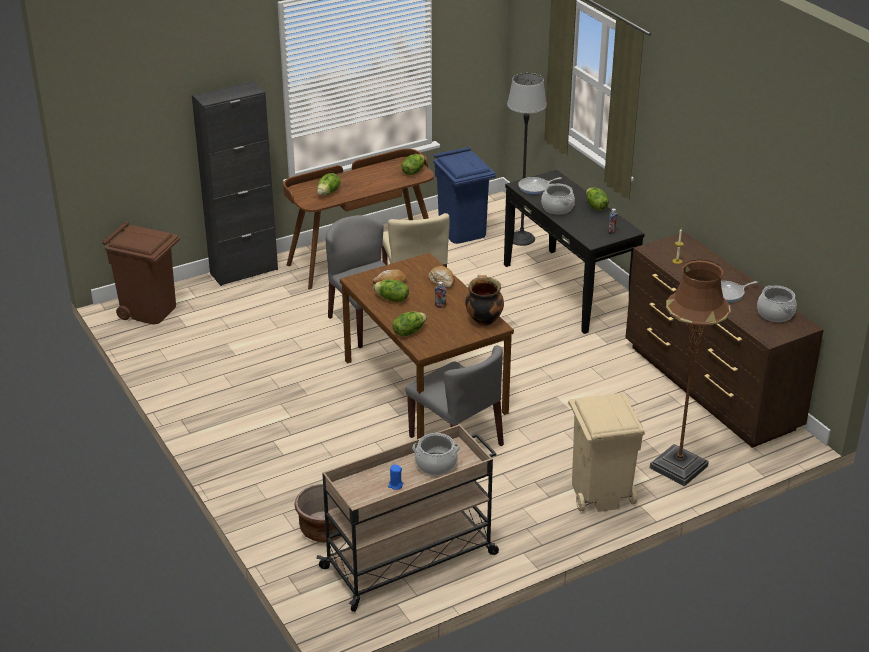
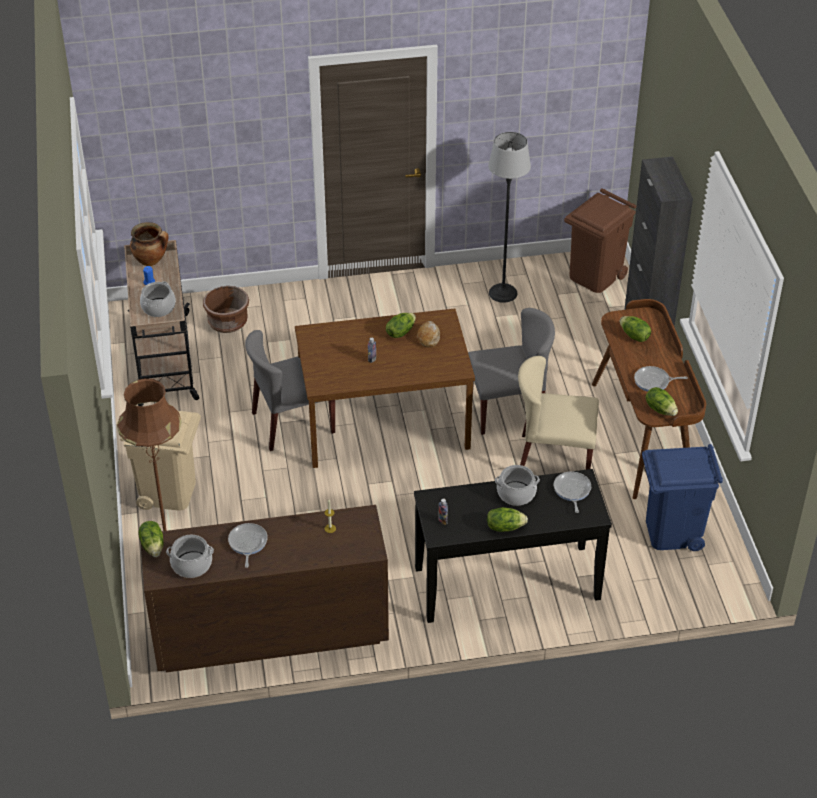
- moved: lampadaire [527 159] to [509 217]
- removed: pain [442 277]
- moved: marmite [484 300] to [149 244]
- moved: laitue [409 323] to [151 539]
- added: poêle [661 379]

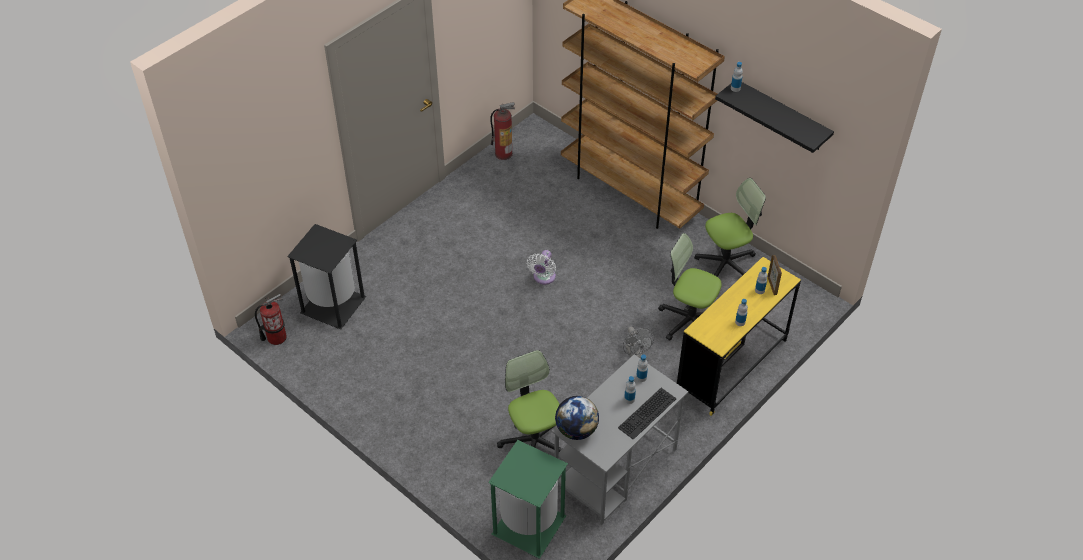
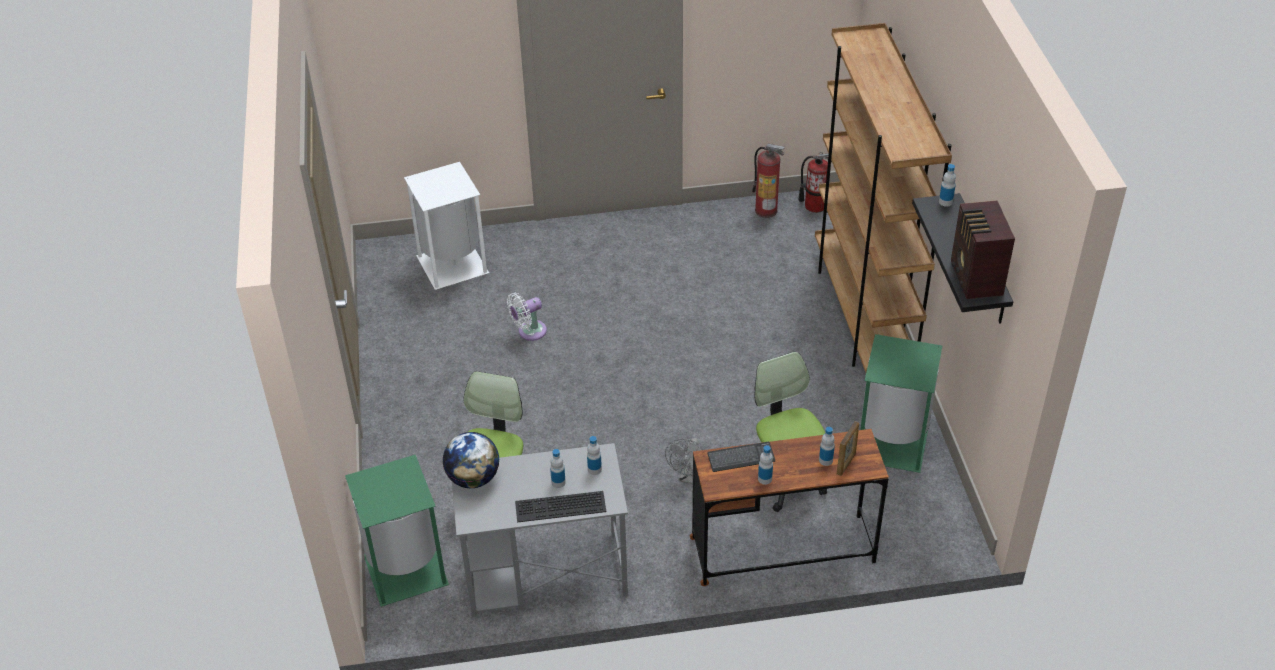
- replaced: chaise de bureau [730 227] to poubelle [vert] [901 403]
- recoloured: poubelle [noir] [326 277] to poubelle [blanc] [446 226]
- moved: ventilateur [blanc] [541 267] to [527 317]
- recoloured: bureau [jaune] [739 336] to bureau [marron] [789 507]
- moved: extincteur [271 319] to [813 182]
- added: radio [983 250]
- added: clavier [741 457]

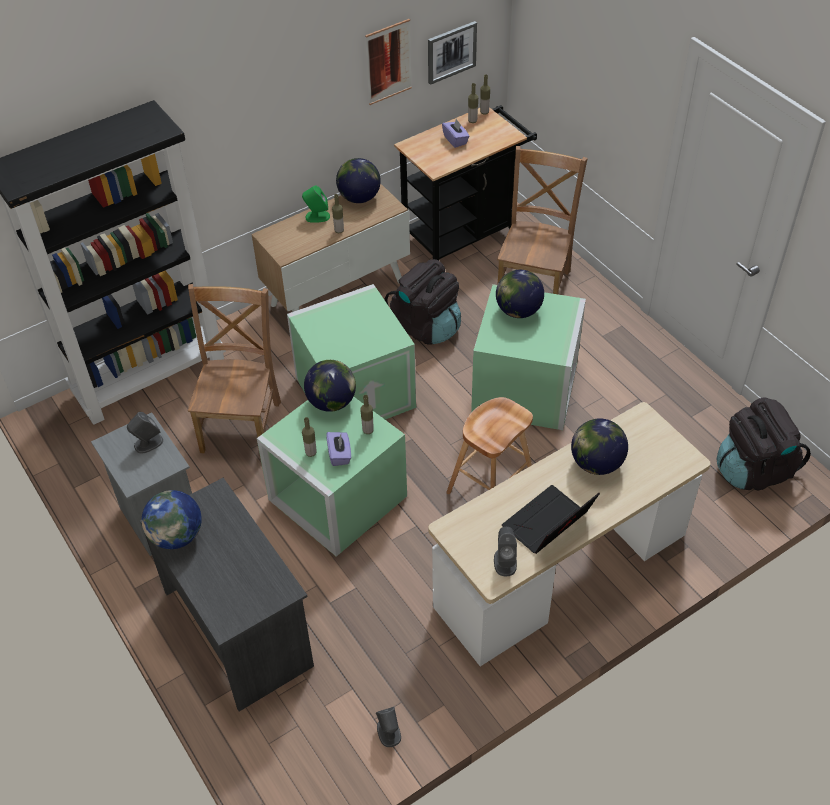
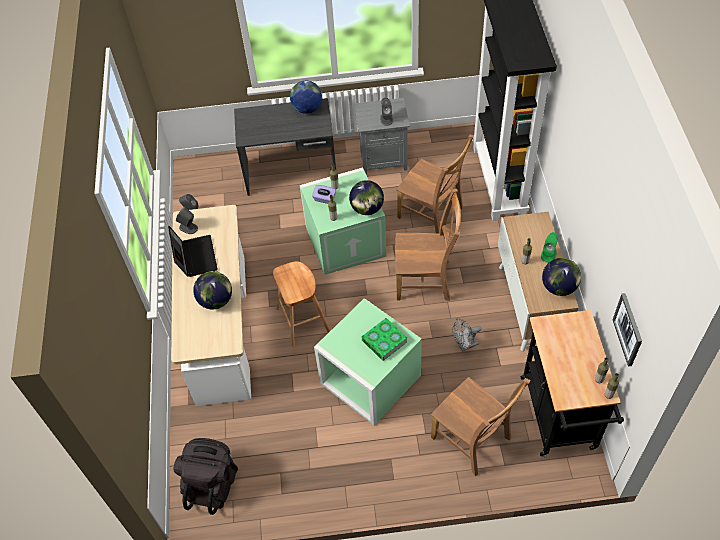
- removed: tableau [388 62]
- removed: boîte à mouchoirs [violet] [456 133]
- replaced: sac à dos [noir] [422 302] to ventilateur [gris] [467 335]
- replaced: globe [520 294] to livre [384 339]
- replaced: boîte de rangement [vert] [351 352] to chaise [marron] [428 245]

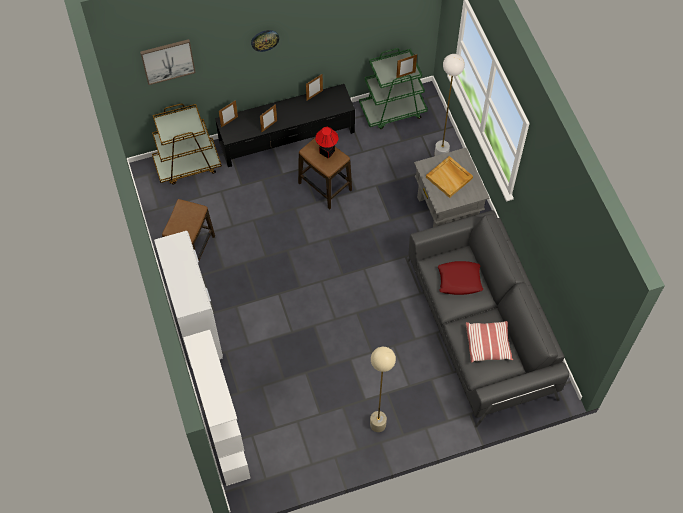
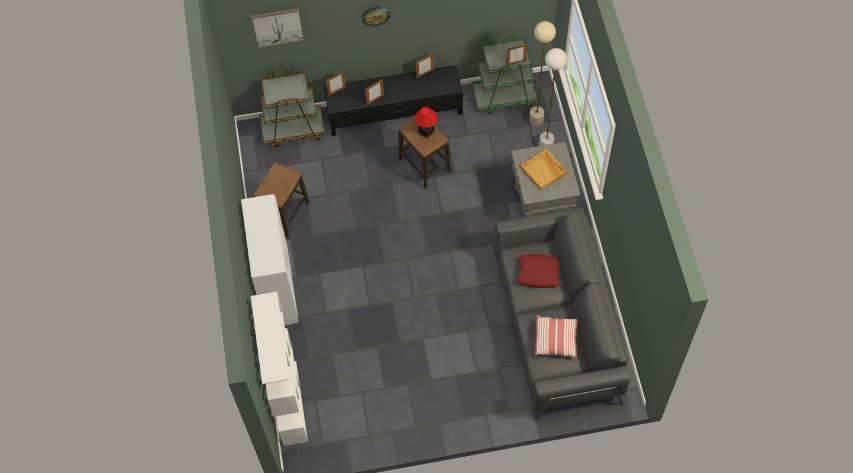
- moved: lampadaire [beige] [383 389] to [542 73]

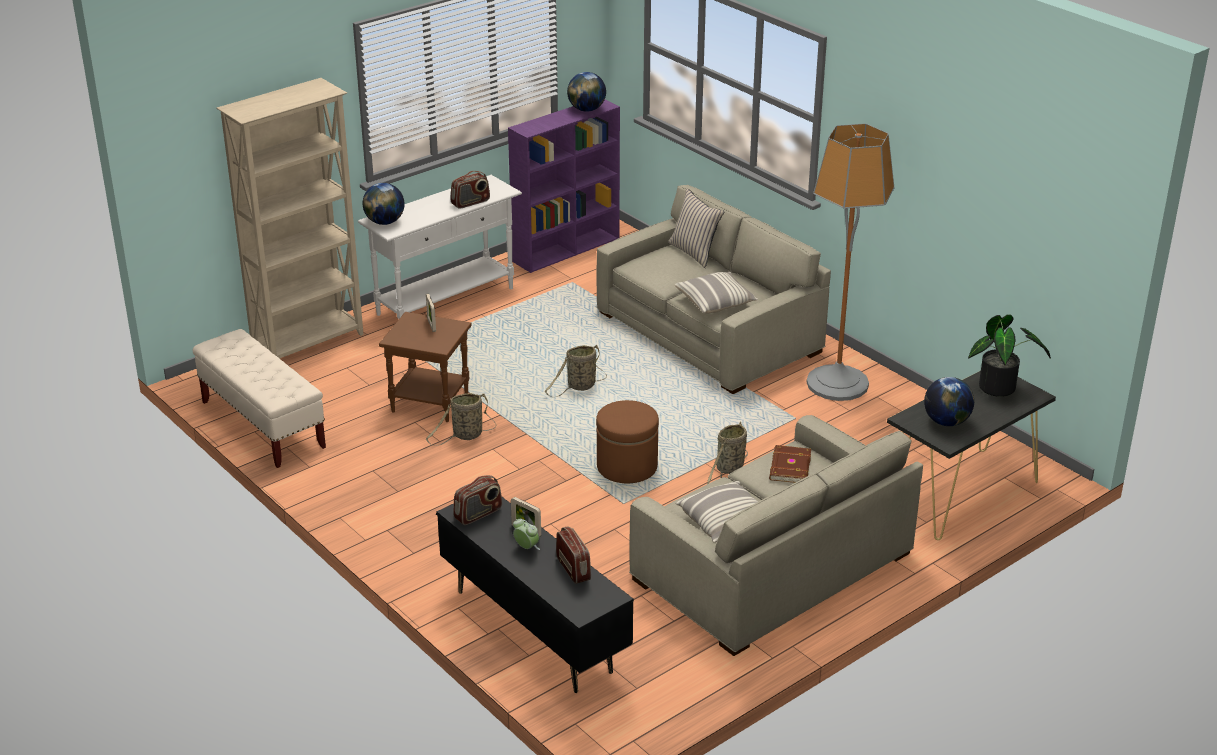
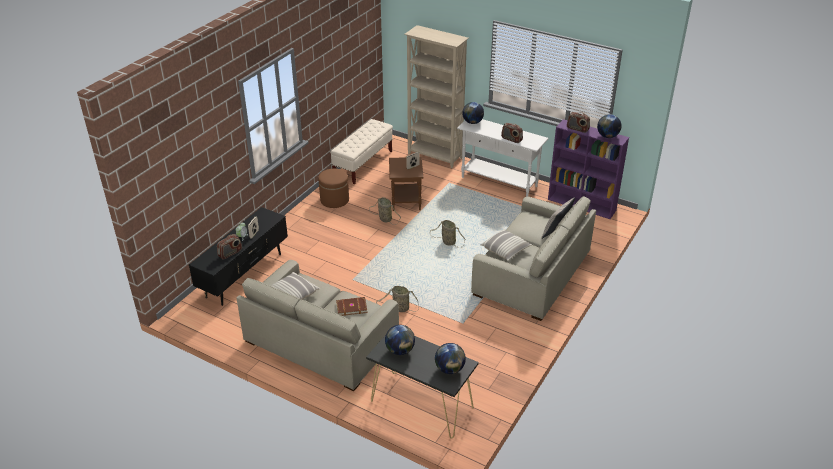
- removed: lampadaire [850 262]
- replaced: plante en pot [1009 355] to globe [450 358]
- moved: pouf [marron] [627 441] to [333 188]
- moved: radio [477 500] to [578 122]

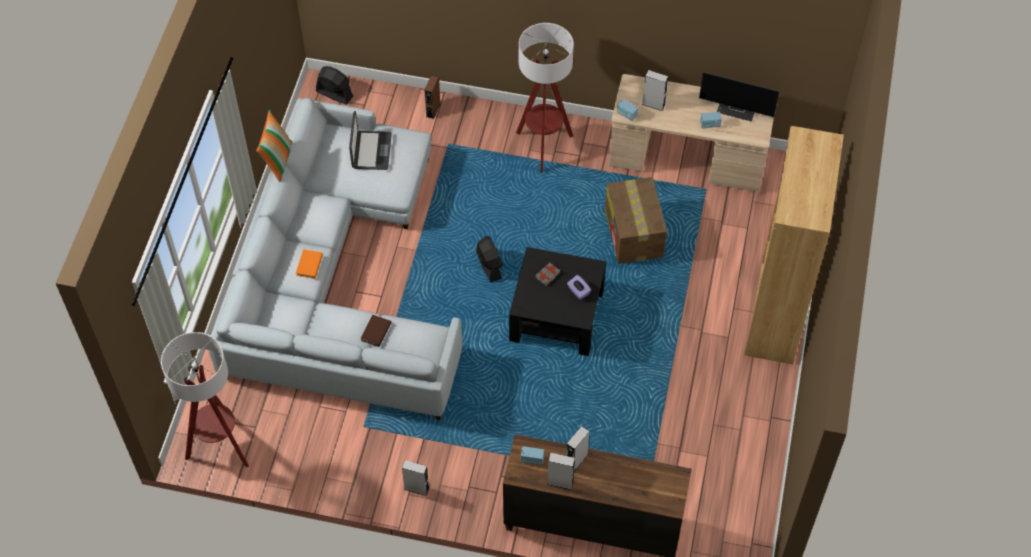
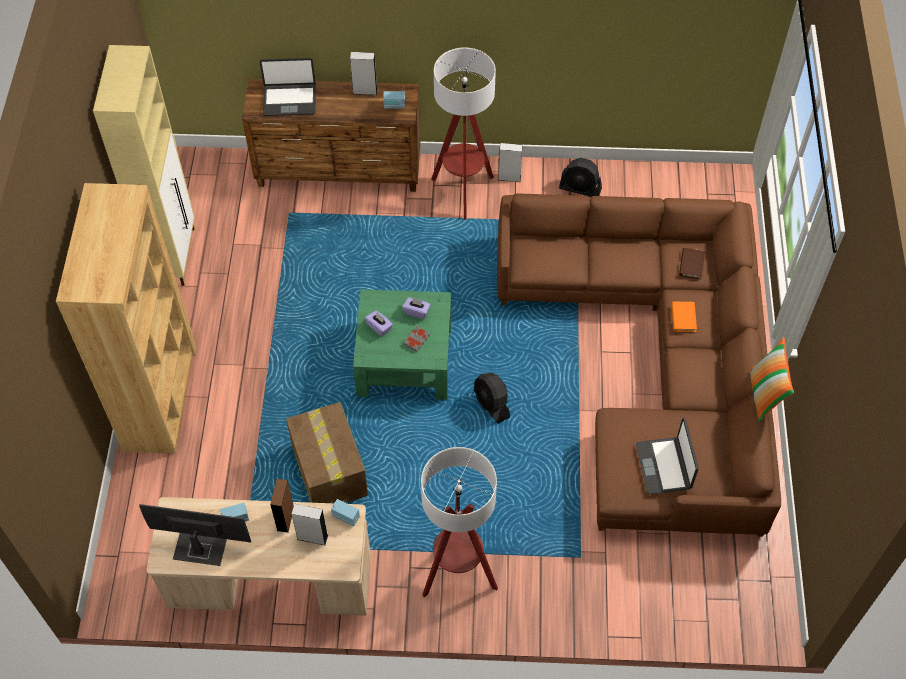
- moved: ventilateur [noir] [334 85] to [580 177]
- moved: enceinte [marron] [432 97] to [282 506]
- recoloured: canapé [gris] [335 259] to canapé [marron] [639 365]
- recoloured: table basse [noir] [557 301] to table basse [vert] [402 344]
- moved: livre [marron] [376 331] to [692 263]
- moved: lampadaire [205 399] to [463 133]
- removed: enceinte [gris] [577 448]
- added: meuble de rangement [beige] [144 165]
- added: ordinateur portable [288 87]
- added: boîte à mouchoirs [violet] [416 308]

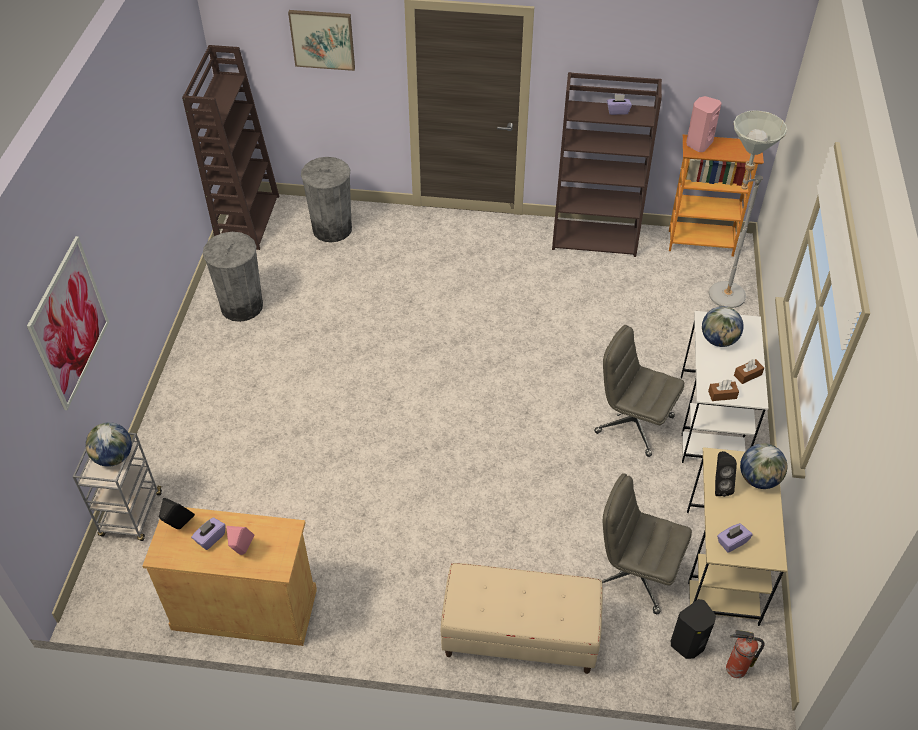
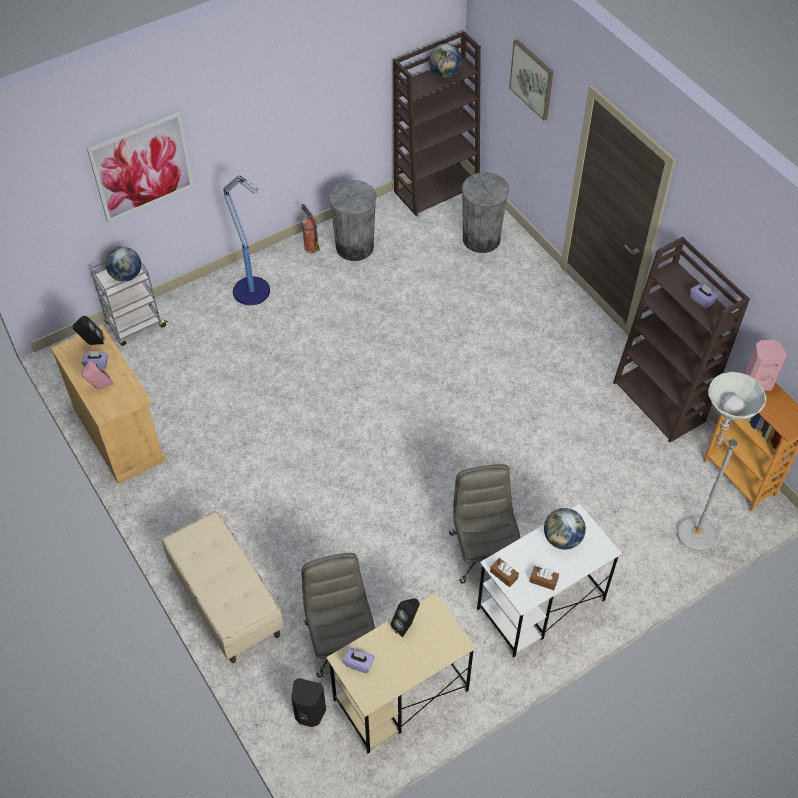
- moved: globe [763 466] to [445 60]
- moved: extincteur [745 654] to [310 228]
- added: lampadaire [247 240]

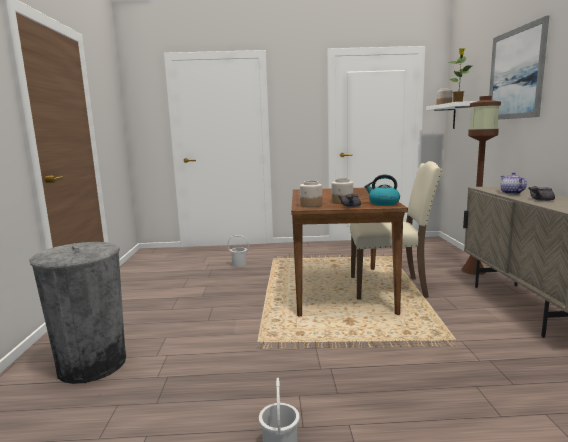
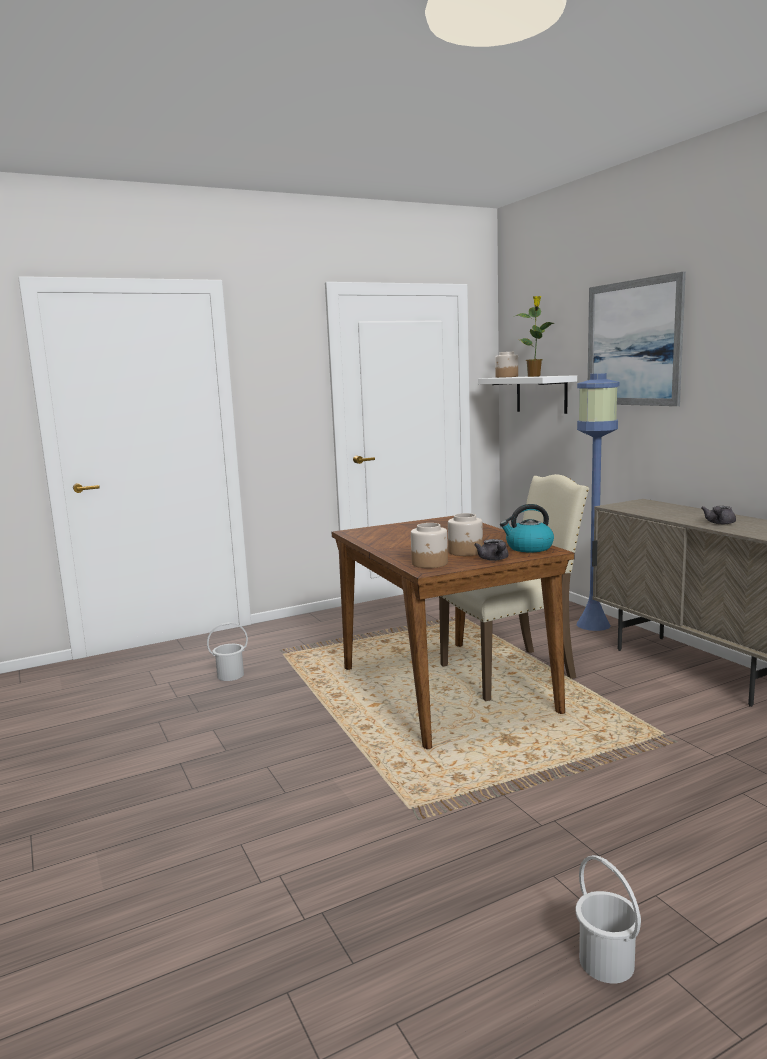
- recoloured: lampadaire [marron] [481 185] to lampadaire [bleu] [598 502]
- removed: théière [513 183]
- removed: poubelle [gris] [77 313]

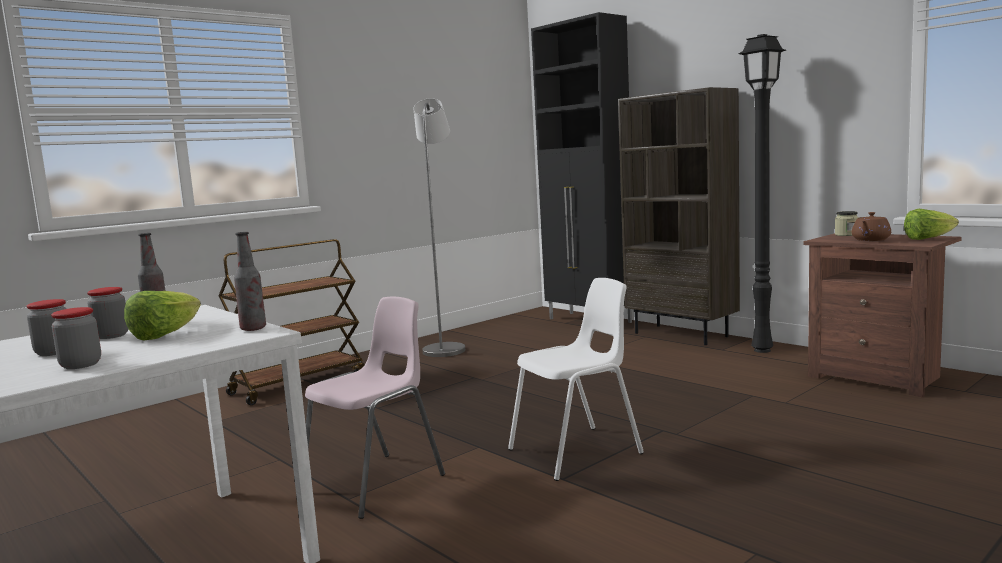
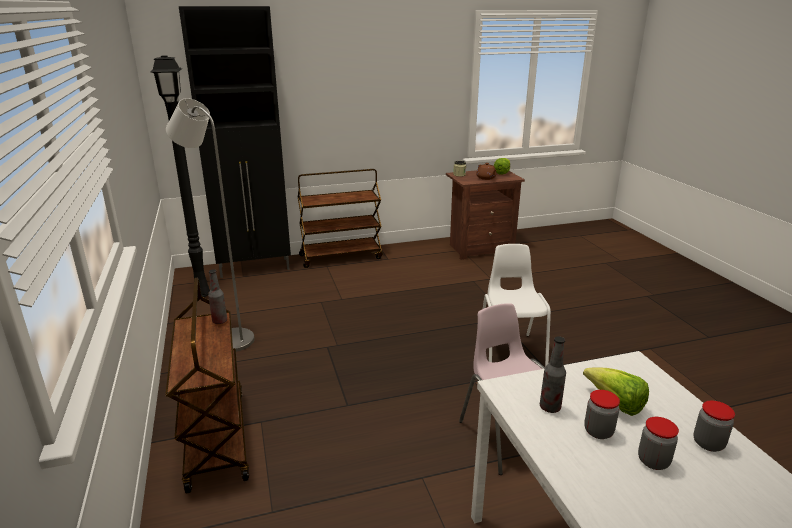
- moved: lampadaire [noir] [762 193] to [180 176]
- replaced: bibliothèque [marron] [679 216] to chariot [marron] [340 218]
- moved: bouteille [250 281] to [217 296]

